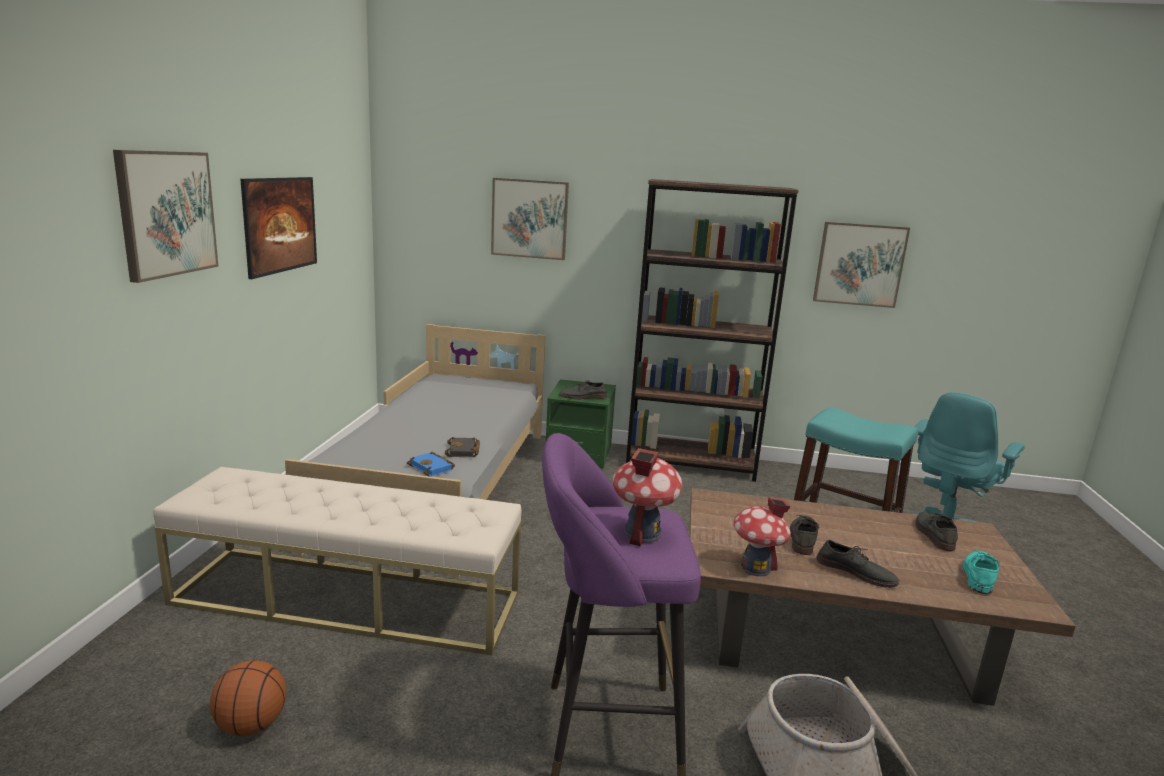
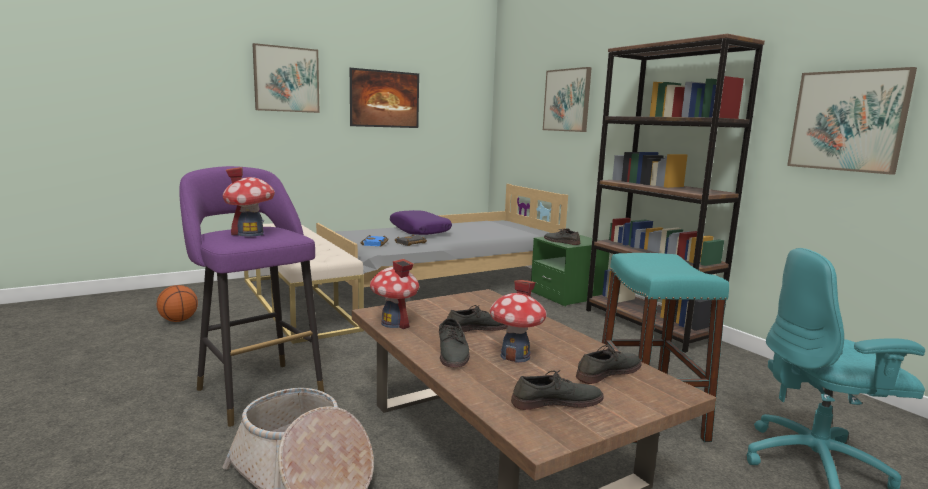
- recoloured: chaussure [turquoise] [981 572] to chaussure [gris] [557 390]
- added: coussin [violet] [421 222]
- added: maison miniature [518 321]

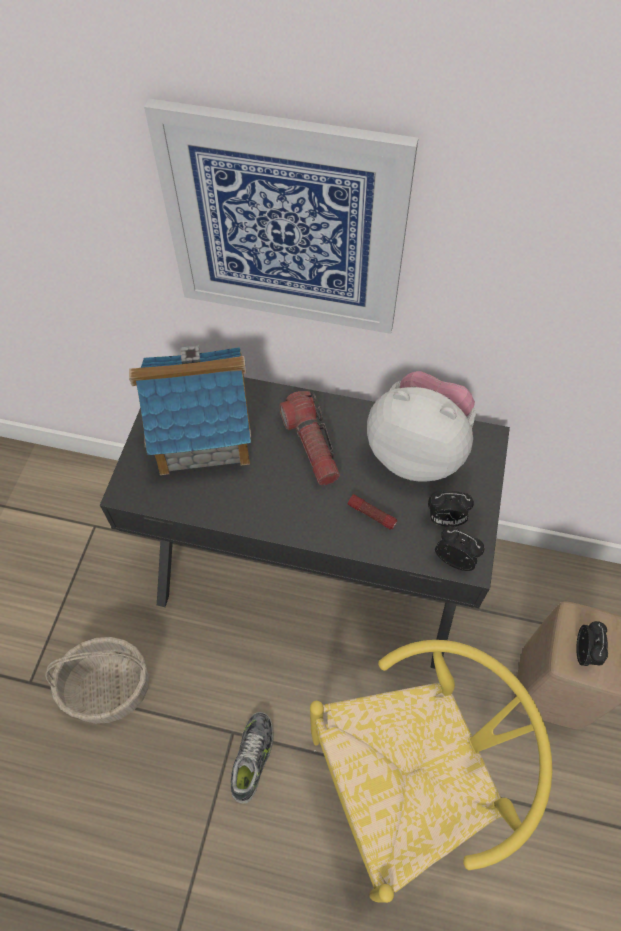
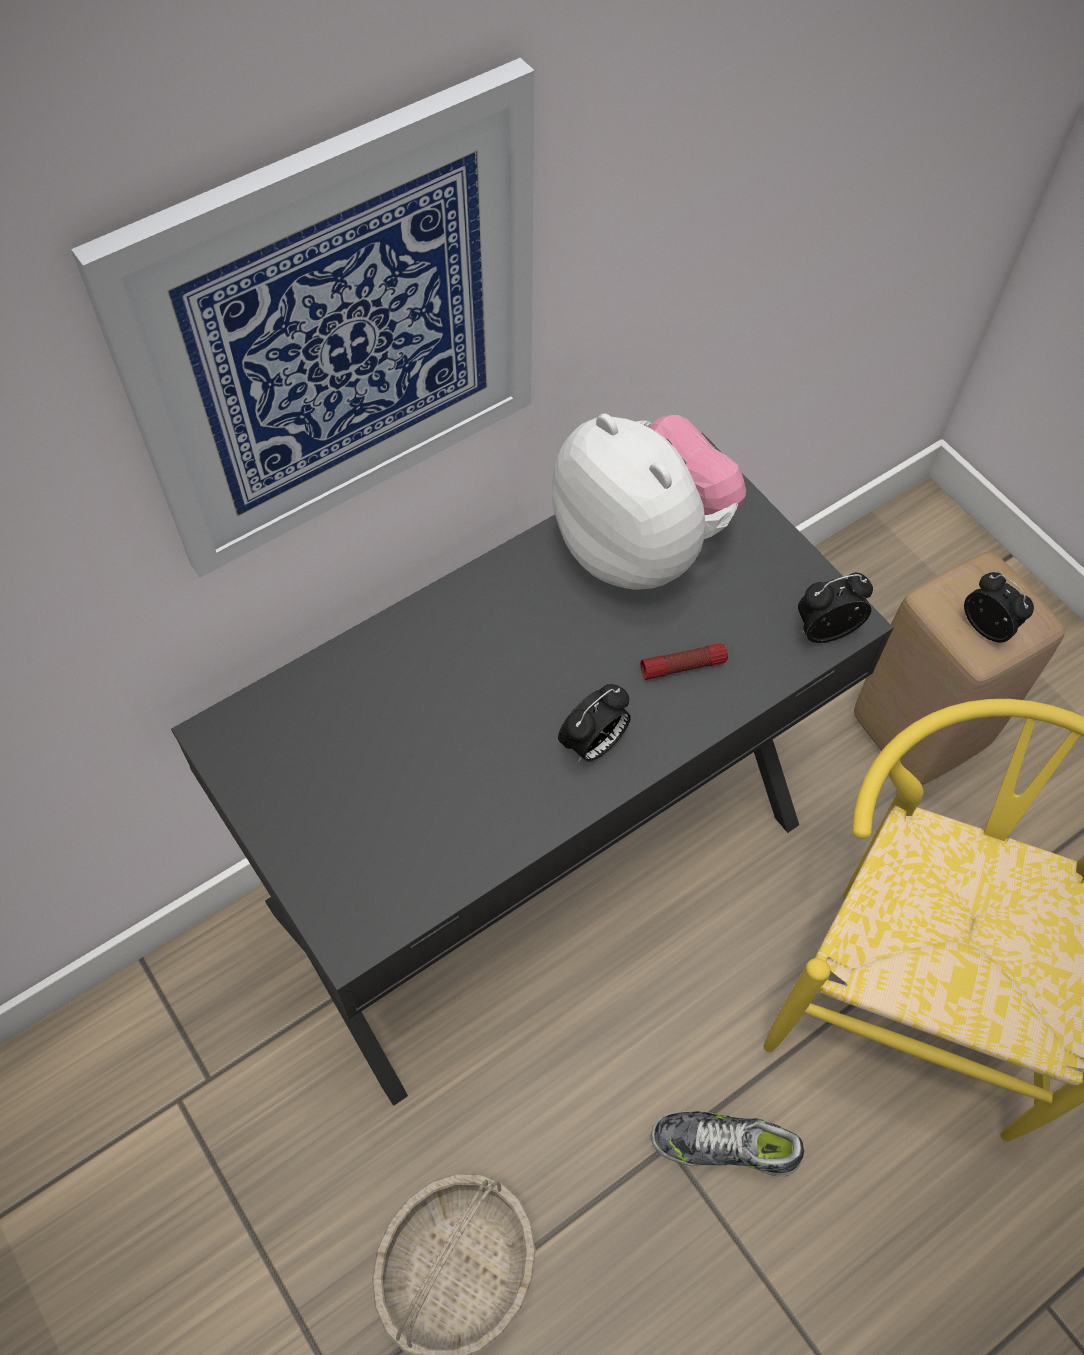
- removed: maison miniature [190 410]
- turned: peluche [421 426] = [649 502] 75 degrees clockwise
- removed: lampe de poche [309 438]
- moved: réveil [451 509] to [594 723]
- turned: chaussure [252 758] = [727 1144] 45 degrees counterclockwise

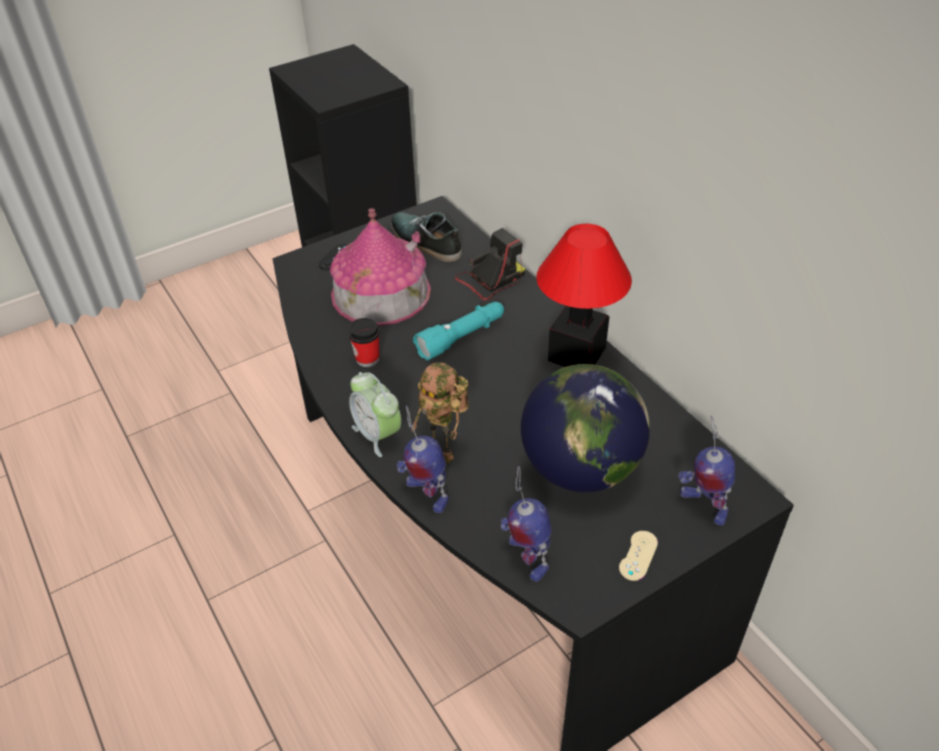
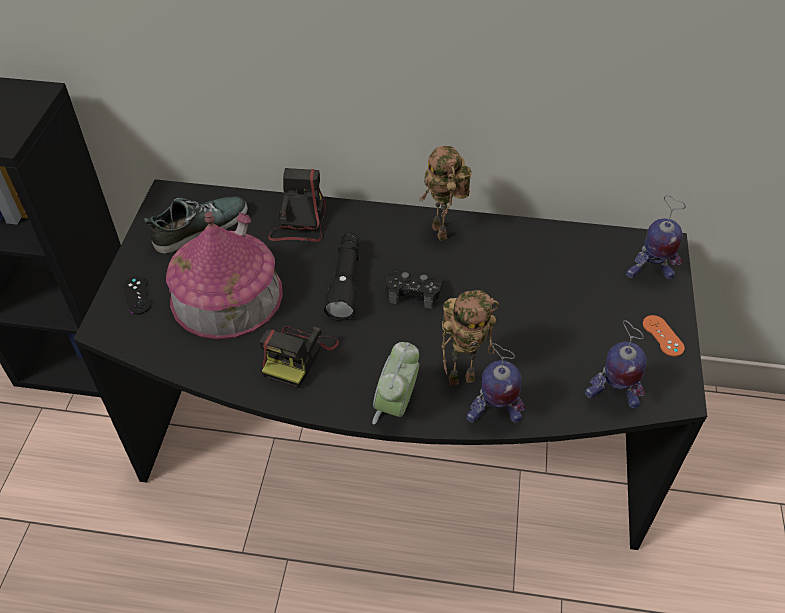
- turned: chaussure [426 237] = [196 225] 150 degrees clockwise
- replaced: lampe de table [584 295] to robot jouet [446 193]
- recoloured: lampe de poche [turquoise] [458 331] to lampe de poche [noir] [341 276]
- replaced: tasse [364 342] to appareil photo [299 357]
- removed: globe [585 428]
- turned: réveil [375 414] = [395 383] 105 degrees clockwise
- recoloured: manette [beige] [638 556] to manette [orange] [664 336]
- added: manette [noir] [414 289]

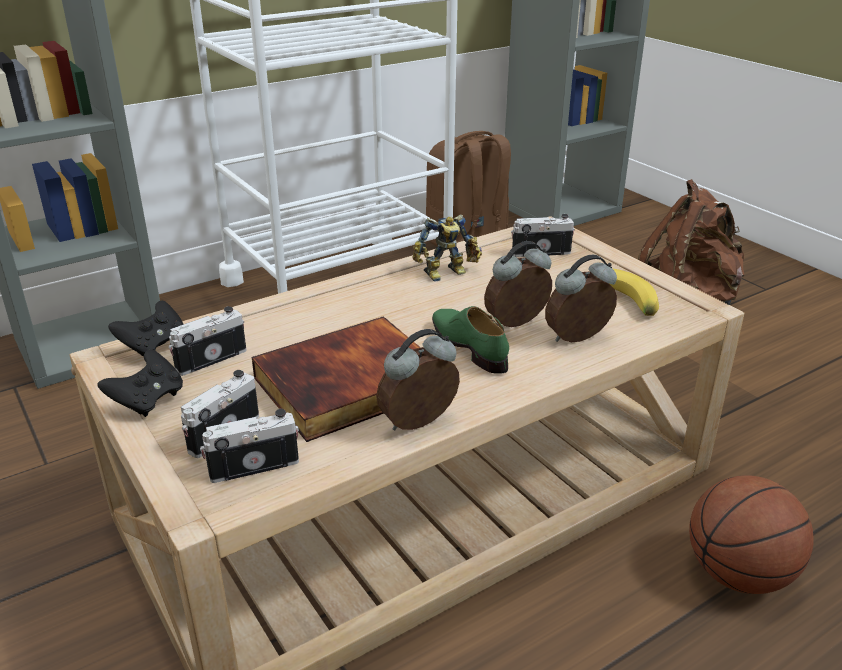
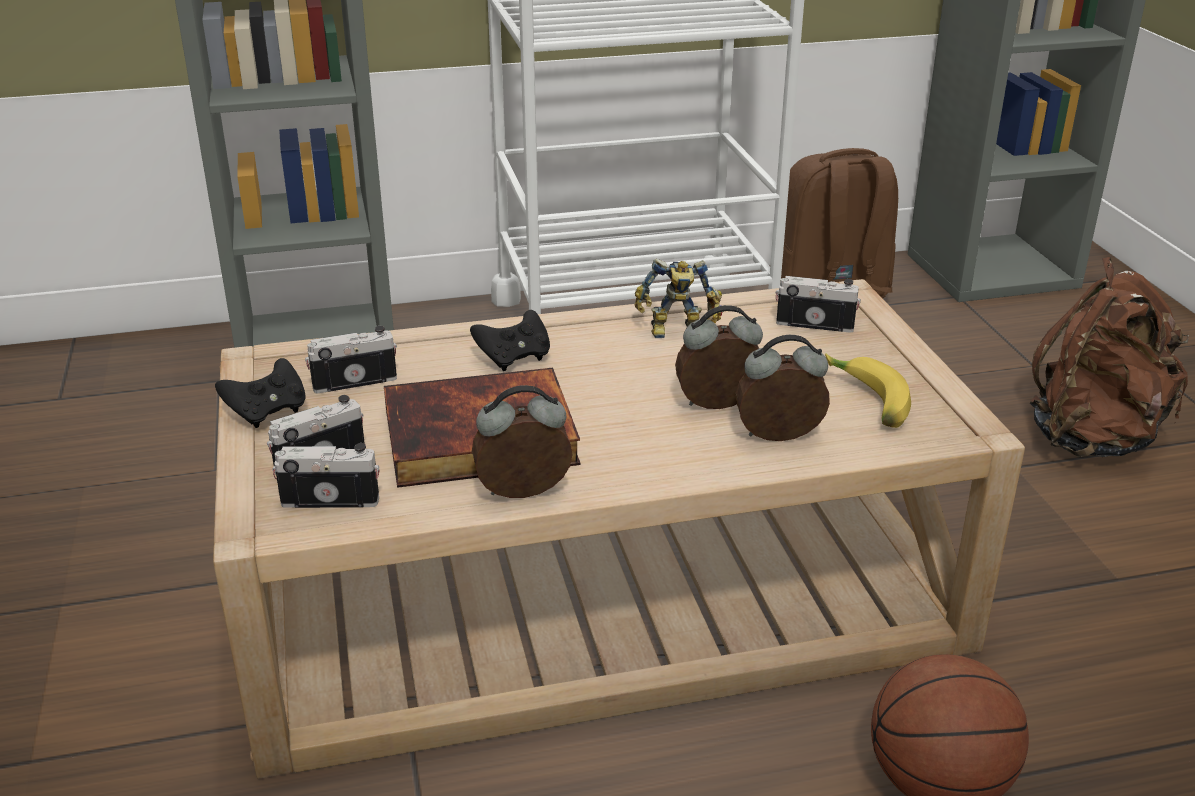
- moved: manette [noir] [145 329] to [510 340]
- removed: chaussure [vert] [470 340]

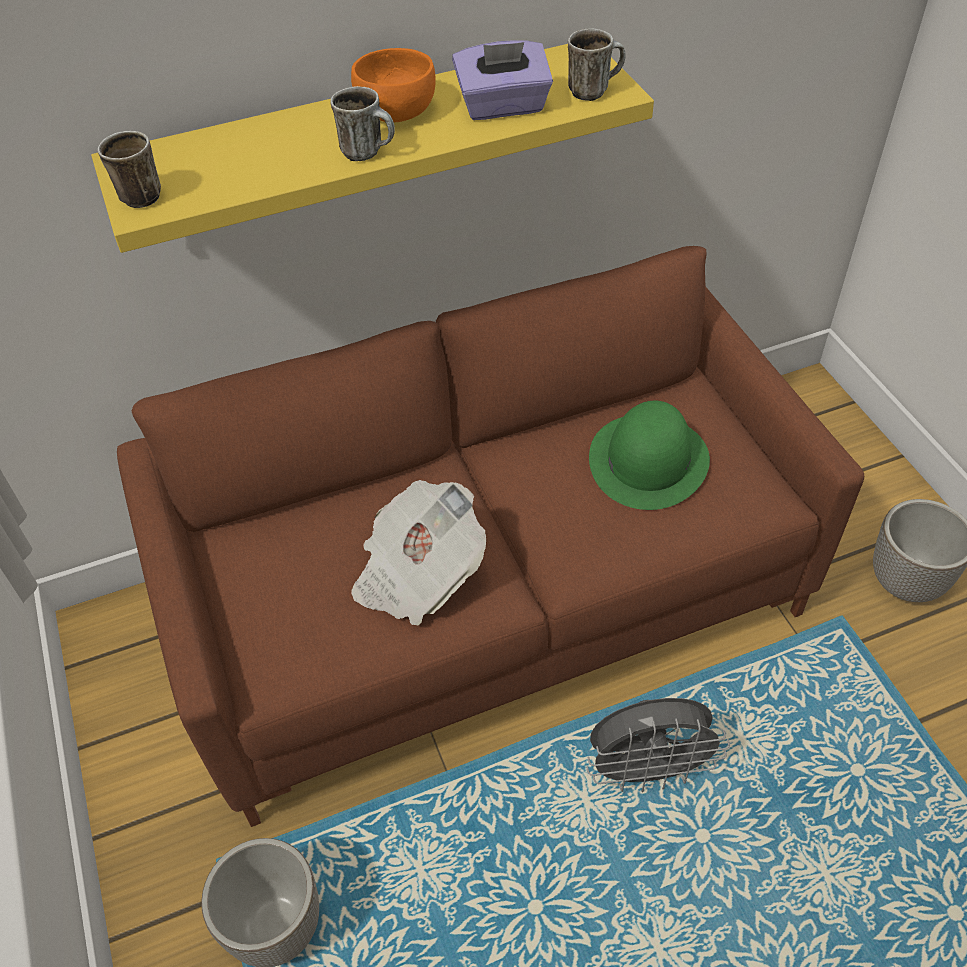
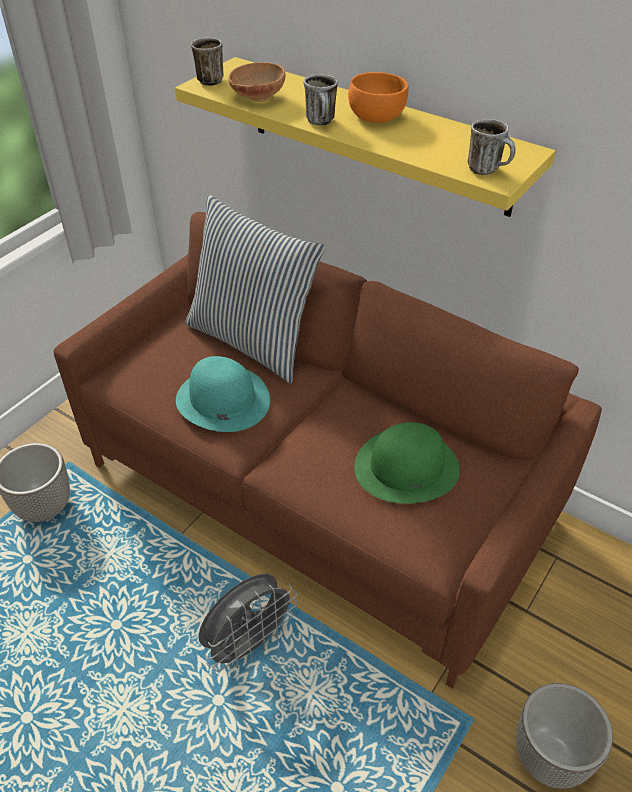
- removed: boîte à mouchoirs [violet] [502 80]
- replaced: journal [418 553] to chapeau [turquoise] [223 394]
- turned: ventilateur [gris] [658 745] = [248 623] 90 degrees counterclockwise
- added: bol [marron] [256 82]
- added: coussin [255 289]

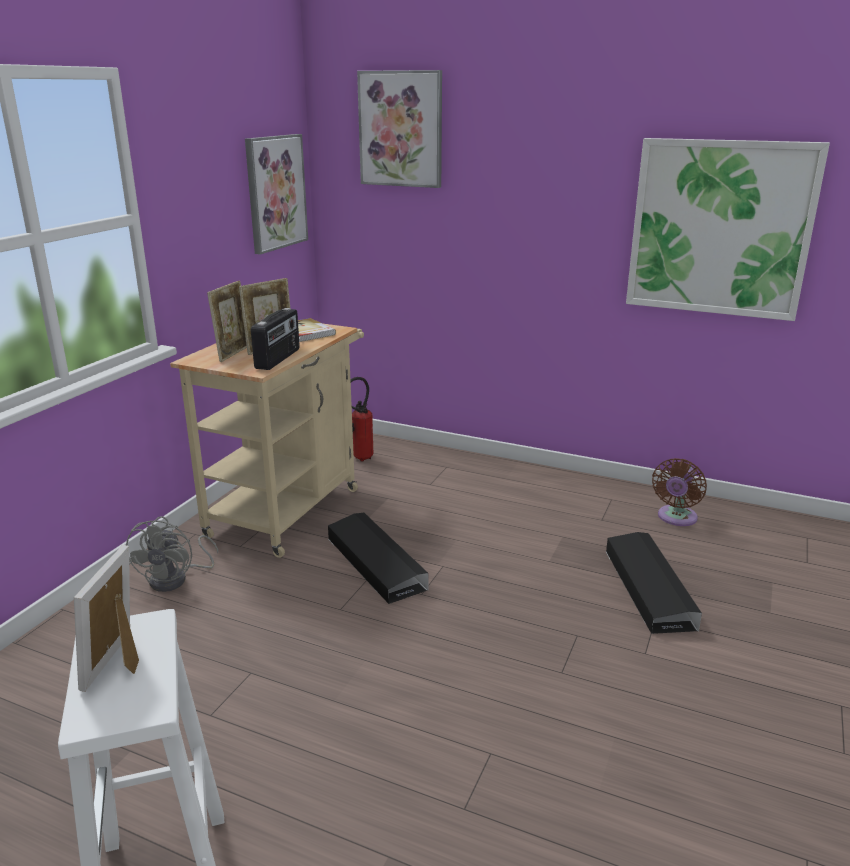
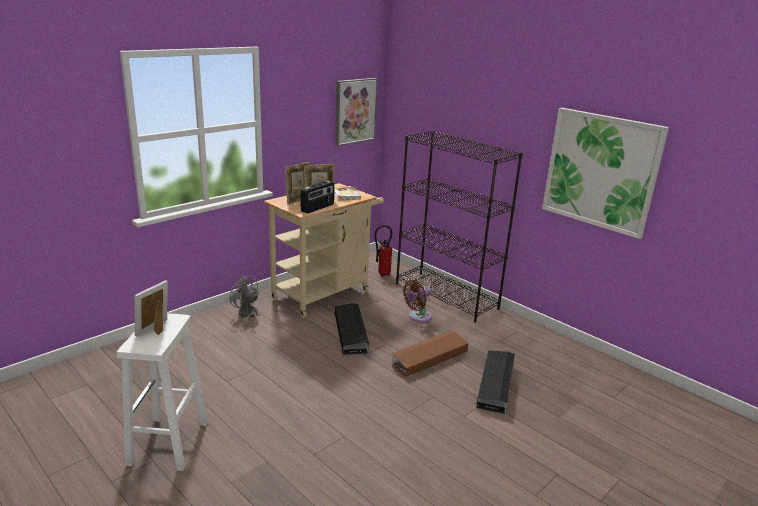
- removed: tableau [399 129]
- moved: ventilateur [marron] [679 492] to [417 301]
- turned: ventilateur [gris] [172 554] = [244 302] 105 degrees clockwise
- added: bibliothèque [noir] [459 226]
- added: boîte de rangement [marron] [429 353]

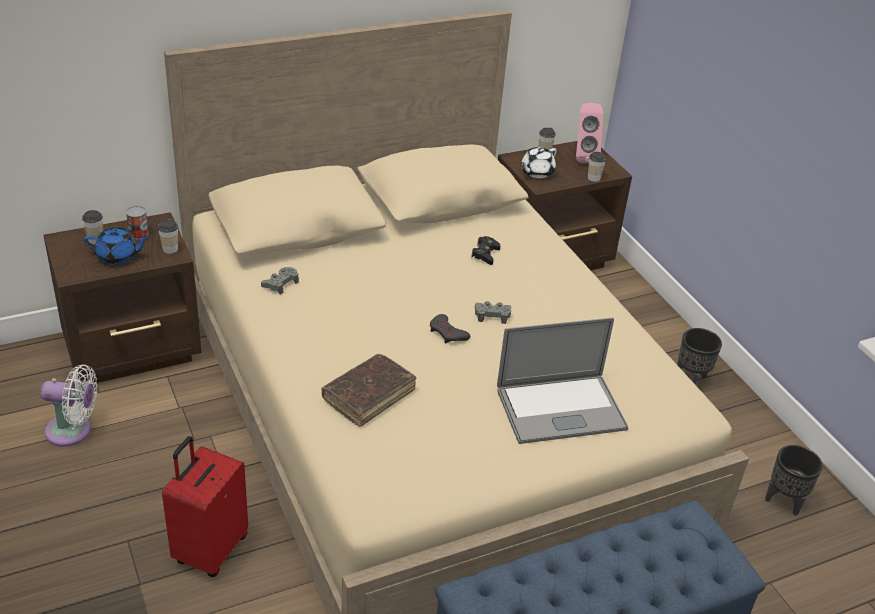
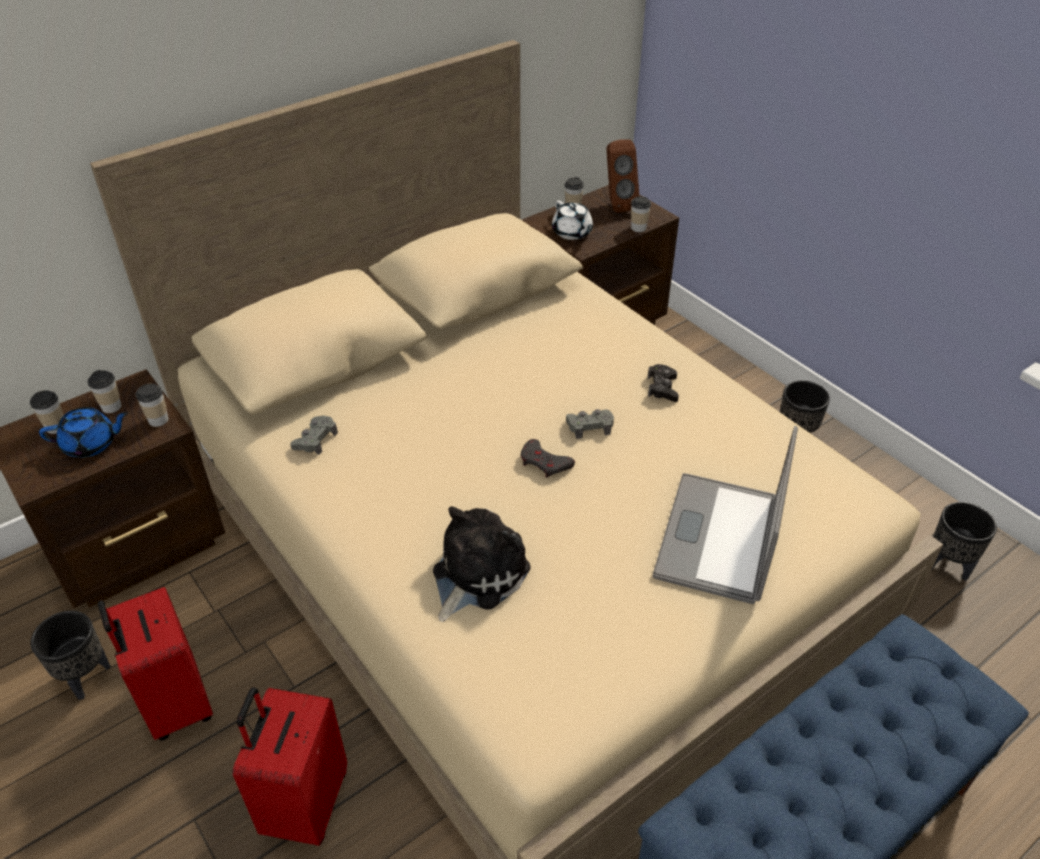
- recoloured: enceinte [rose] [589 133] to enceinte [marron] [623 176]
- turned: théière [blanc] [539 162] = [572 220] 60 degrees counterclockwise
- replaced: boîte métallique [137 222] to tasse [105 391]
- moved: manette [noir] [486 250] to [663 383]
- turned: ordinateur portable [563 381] = [725 515] 135 degrees clockwise
- replaced: livre [marron] [368 390] to peluche [482 564]
- replaced: ventilateur [blanc] [68 406] to cache-pot [noir] [70 655]
- added: valise [rouge] [155 664]

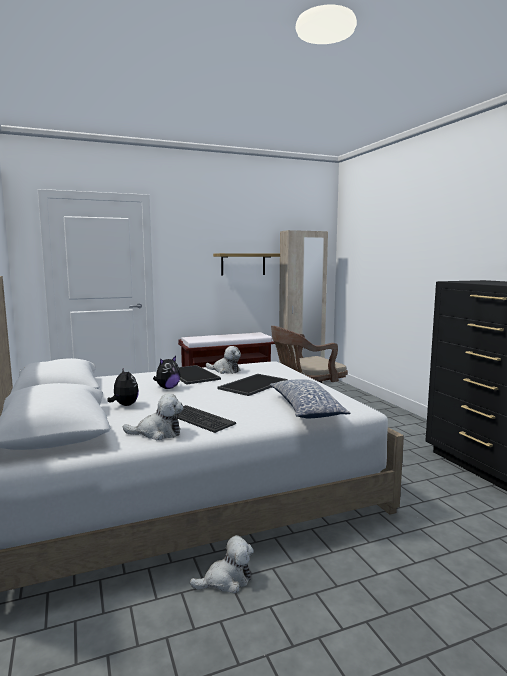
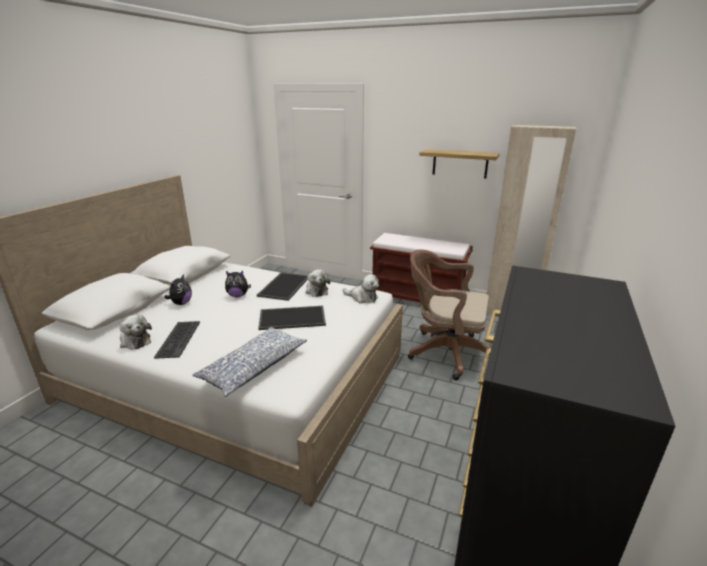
- moved: peluche [222 564] to [360 289]

